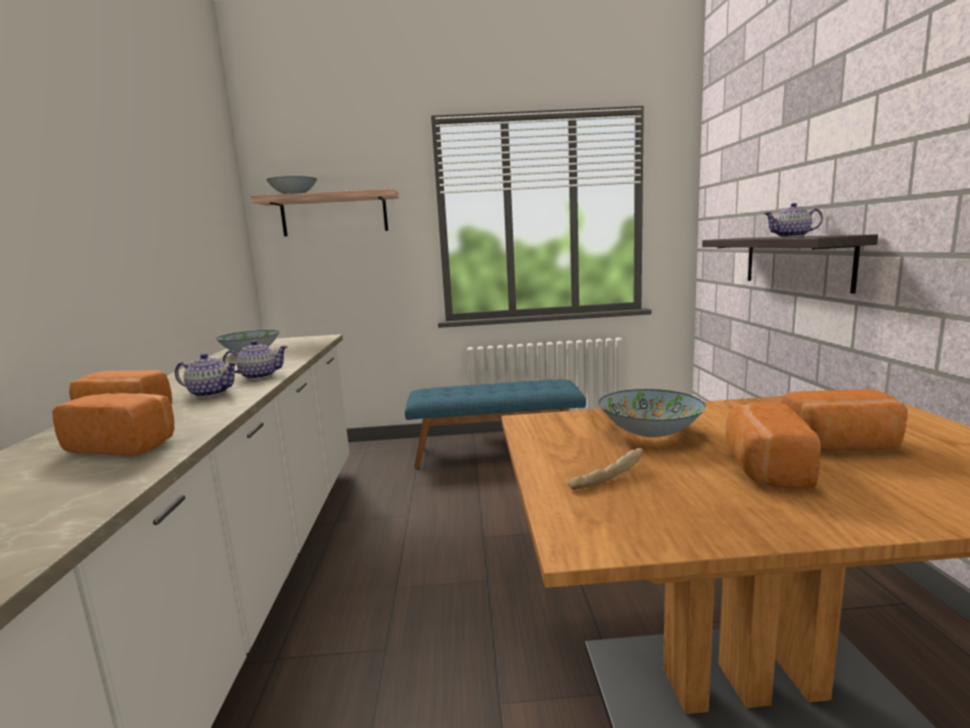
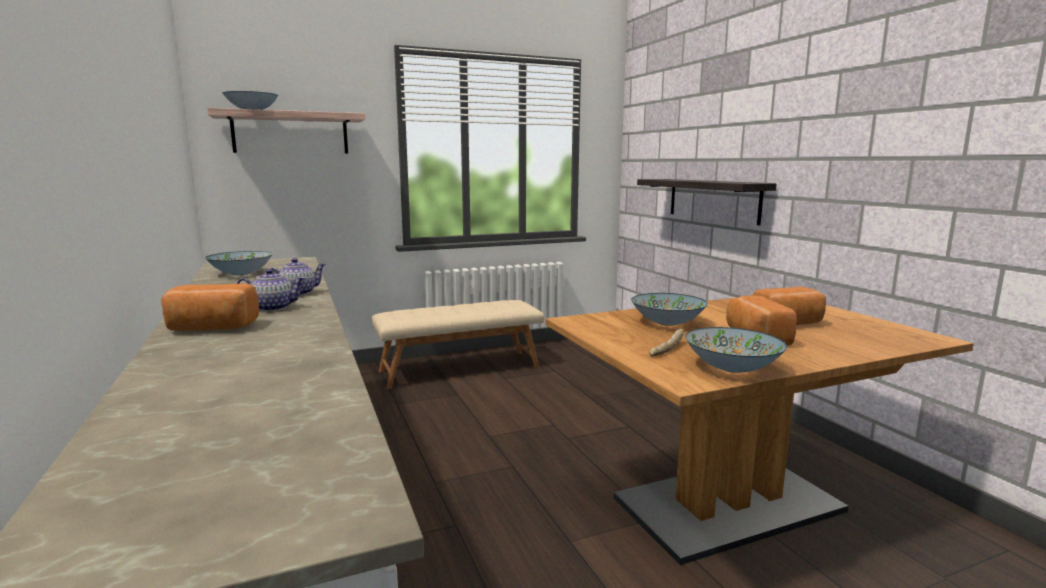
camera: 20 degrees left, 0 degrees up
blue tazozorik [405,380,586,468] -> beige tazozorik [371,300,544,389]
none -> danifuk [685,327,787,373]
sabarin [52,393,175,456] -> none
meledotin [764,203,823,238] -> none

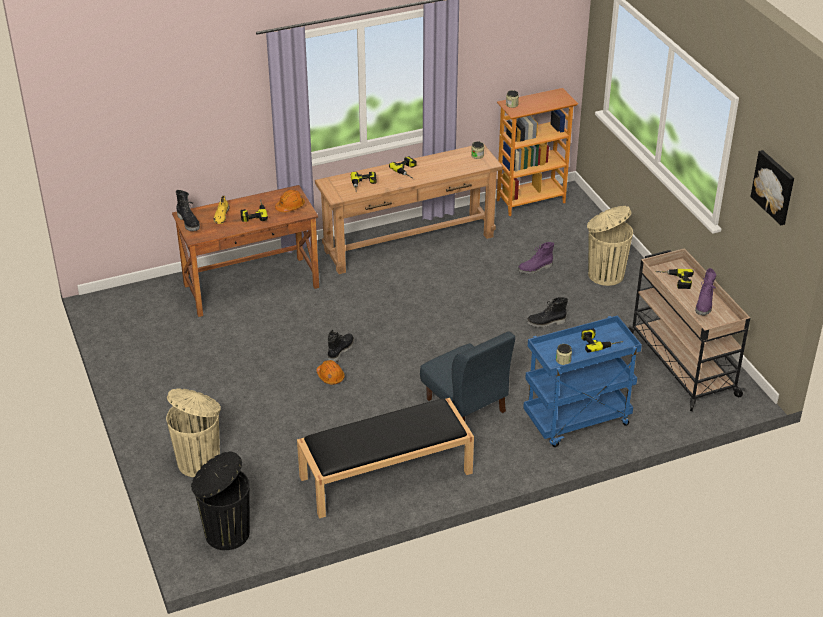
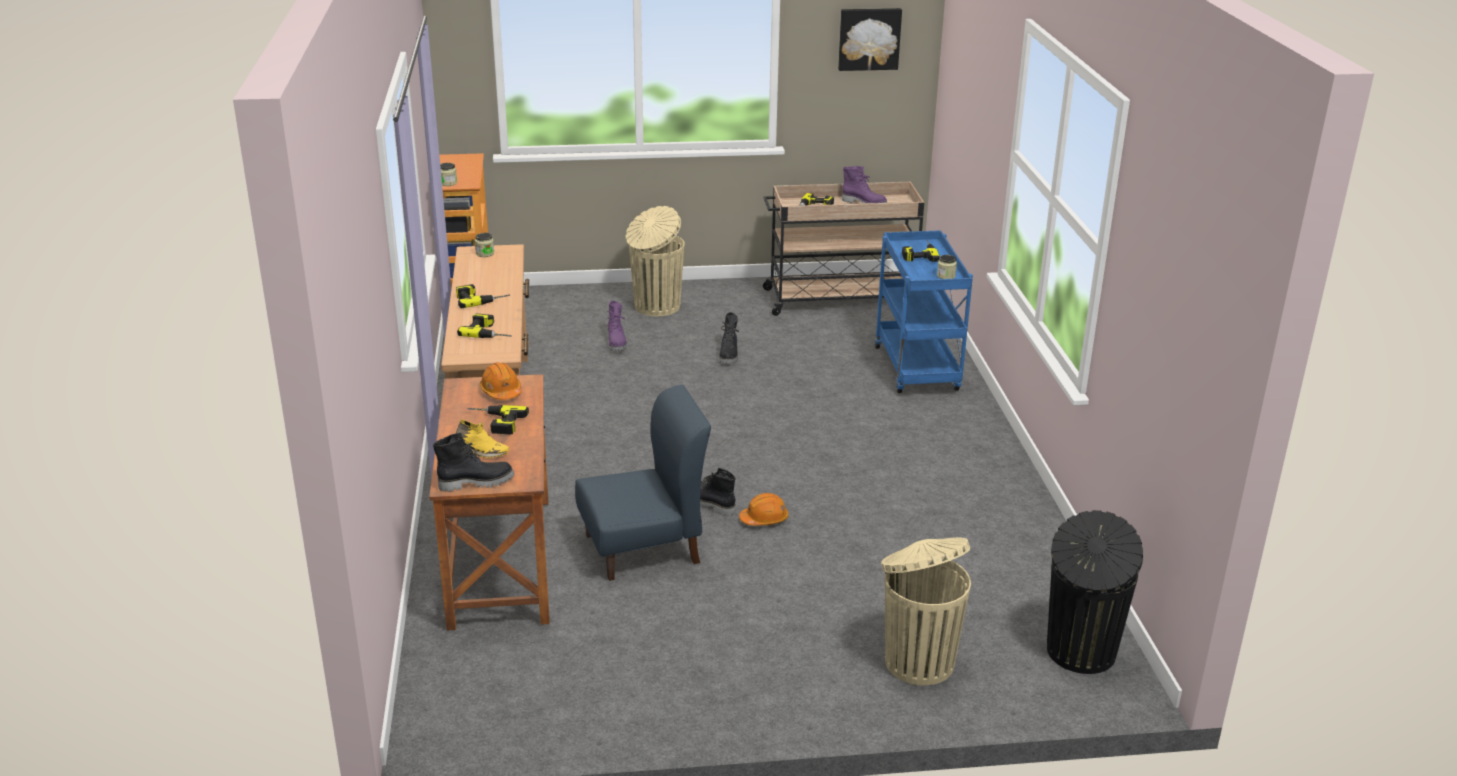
camera: 75 degrees left, 10 degrees down
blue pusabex [420,331,515,421] -> blue pusabex [575,385,711,581], shifted
black tazozorik [297,398,474,518] -> none

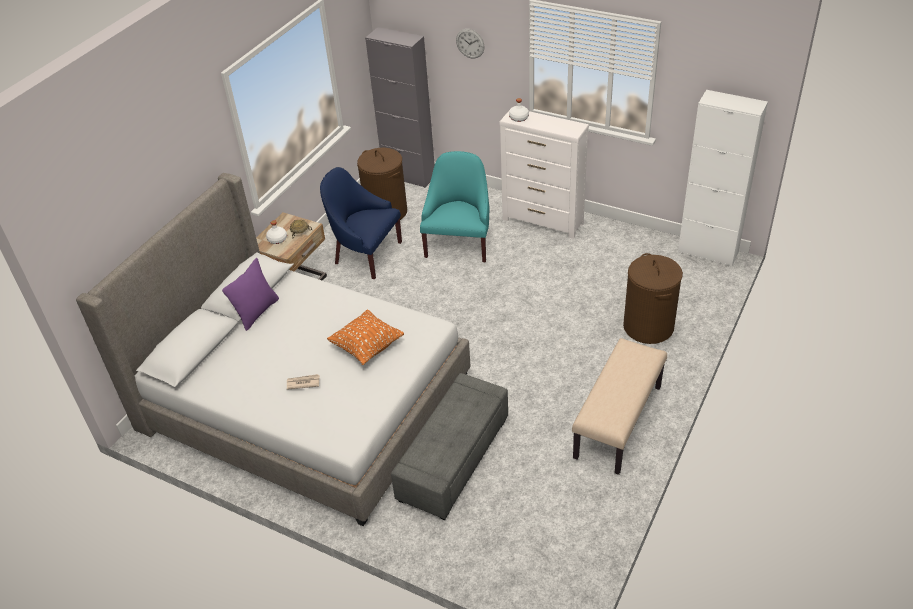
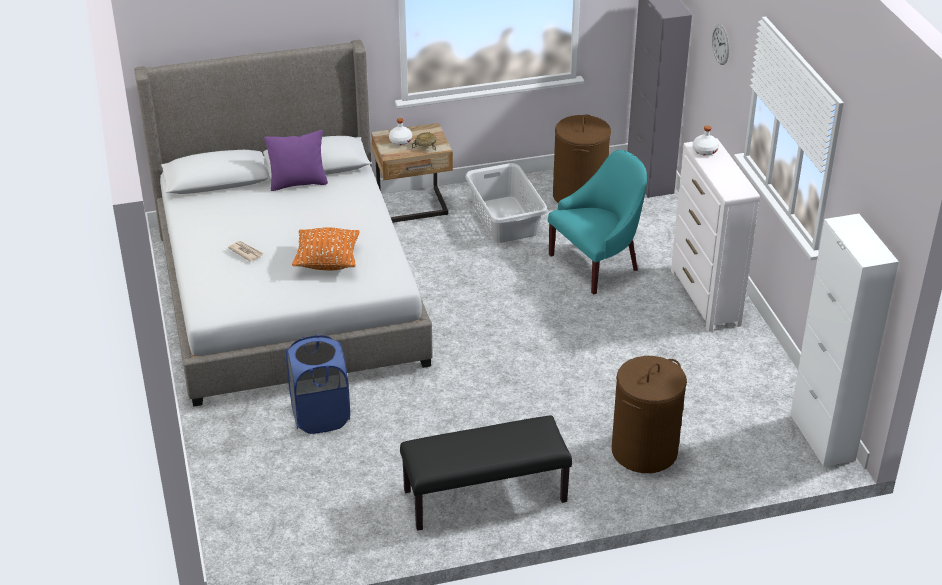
camera: 45 degrees right, 5 degrees down
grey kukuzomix [391,373,508,520] -> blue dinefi [286,335,350,434]
beige tazozorik [572,338,667,475] -> black tazozorik [400,415,572,531]
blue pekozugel [320,167,402,279] -> grey dinefi [465,163,548,243]

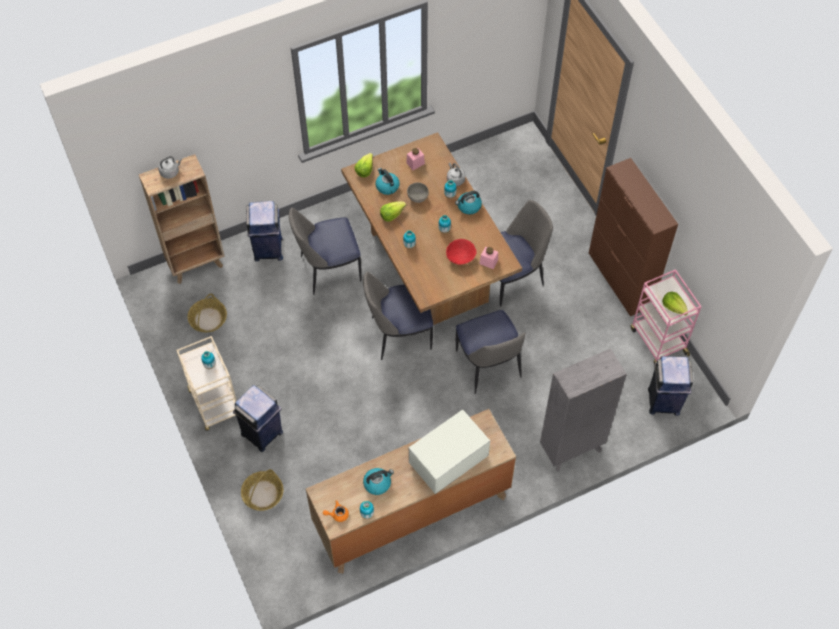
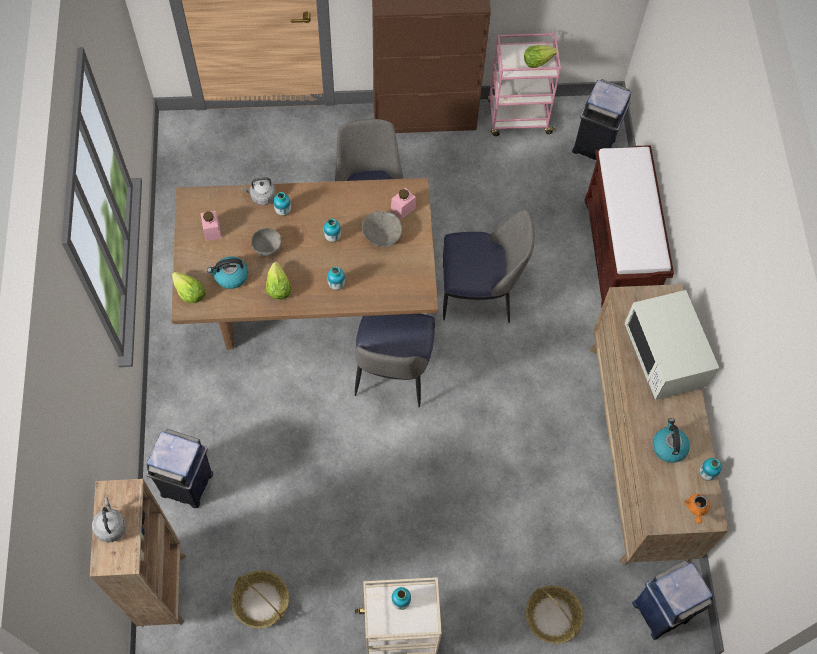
camera: 70 degrees left, 5 degrees up
red danifuk [446,239,477,265] -> grey danifuk [362,211,402,247]
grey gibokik [540,348,627,472] -> brown tazozorik [585,145,674,307]
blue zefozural [233,385,283,452] -> blue zefozural [632,560,713,640], shifted
pusabex [289,207,361,295] -> none
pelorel [455,191,482,214] -> none

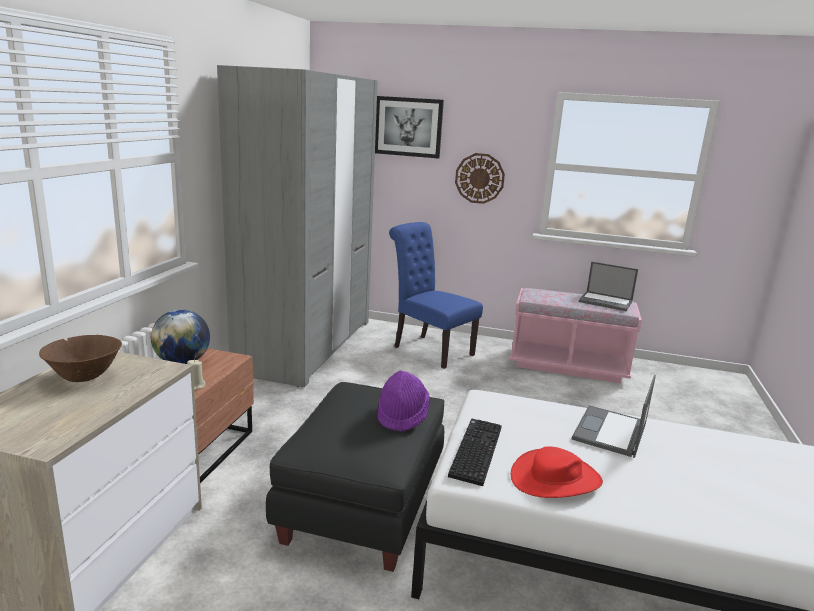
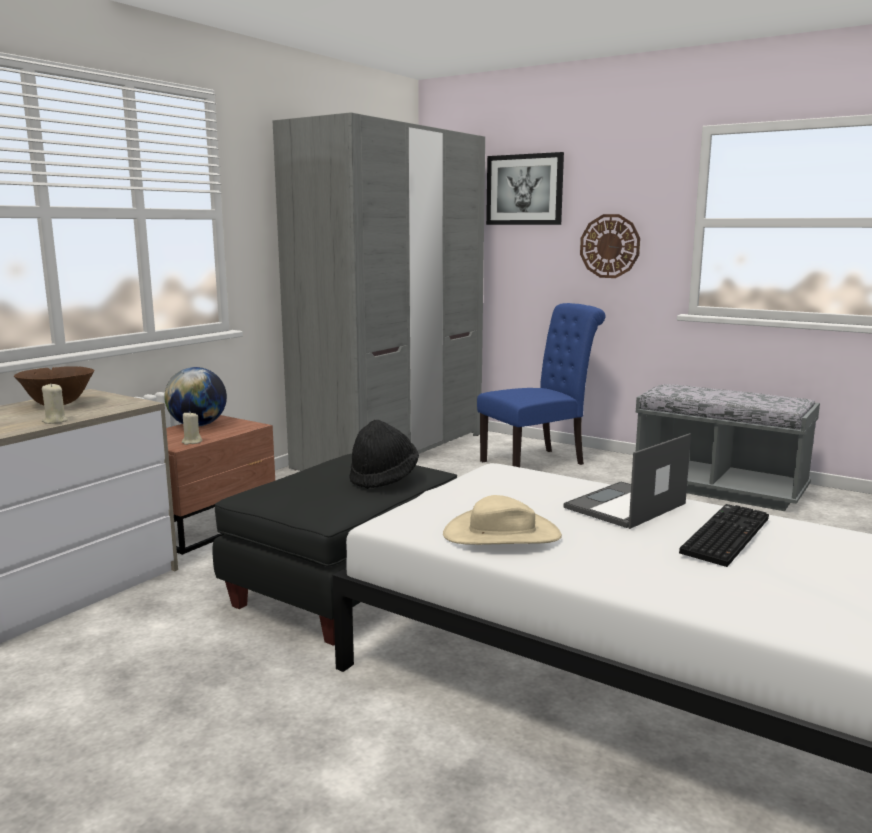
camera: 20 degrees right, 5 degrees down
none -> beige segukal [42,384,68,424]
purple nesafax [378,371,430,432] -> black nesafax [349,420,419,489]
red nesafax [511,446,603,498] -> beige nesafax [443,495,562,545]
blue pusabex [389,222,483,369] -> blue pusabex [477,303,605,467], 90 degrees clockwise
pink tazozorik [510,288,642,383] -> grey tazozorik [636,384,820,511]
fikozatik [448,419,502,486] -> fikozatik [679,504,769,567], shifted
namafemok [579,262,638,311] -> none

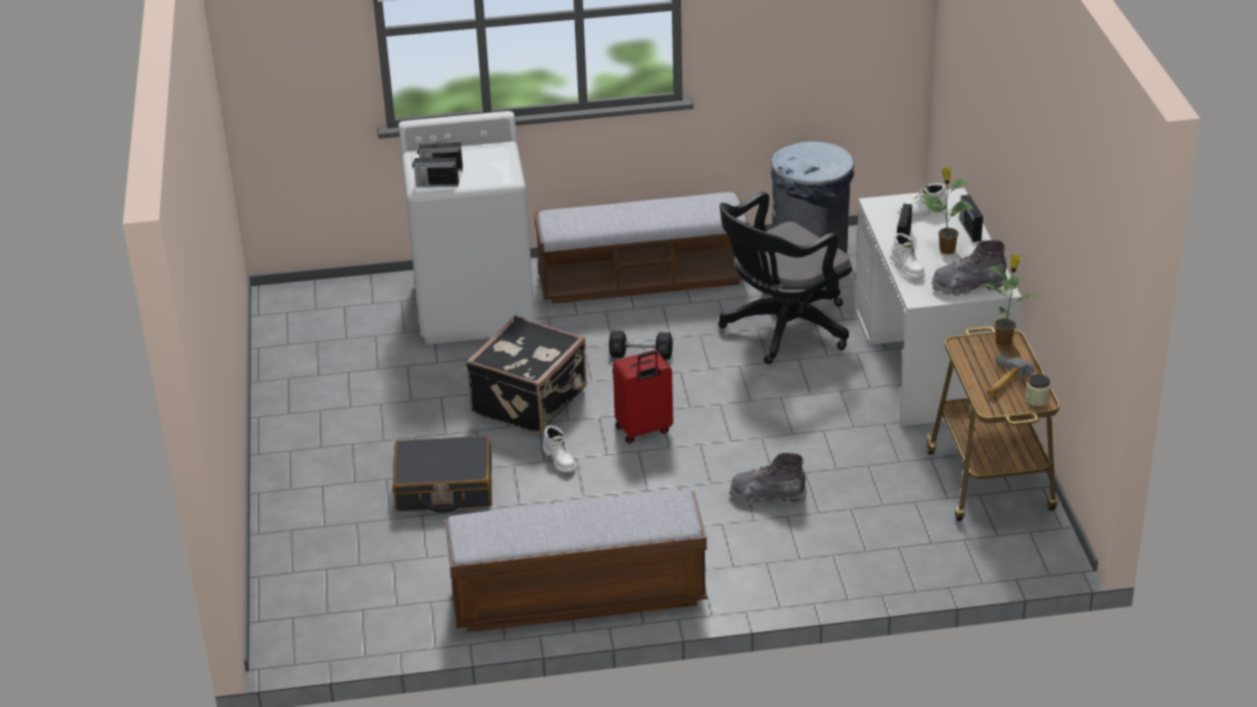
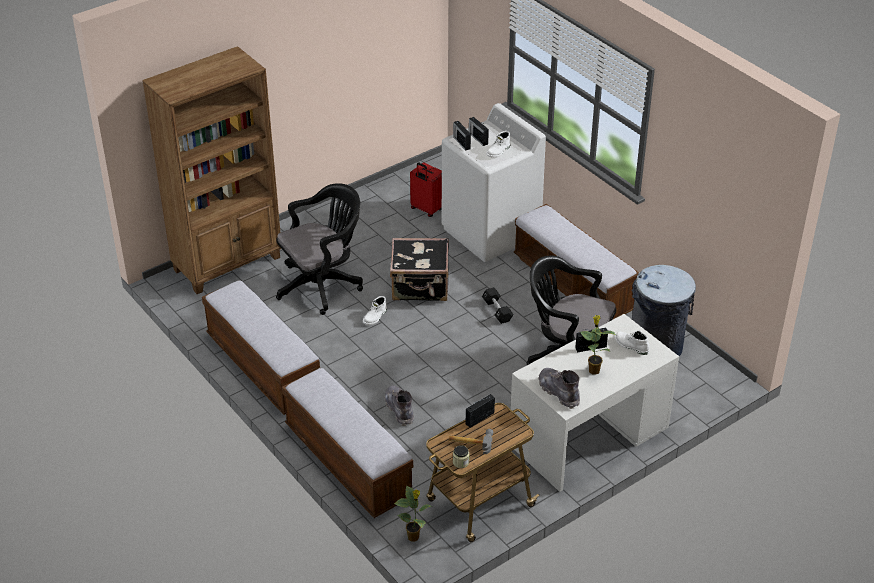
camera: 60 degrees right, 5 degrees up
none -> brown gibokik [142,46,281,294]
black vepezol [393,436,492,513] -> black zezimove [276,183,363,315]
none -> tazozorik [282,368,413,518]
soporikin [980,254,1043,347] -> soporikin [394,485,432,542], shifted
red vepezol [613,350,673,444] -> red vepezol [410,162,442,217], shifted
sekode [959,195,983,242] -> sekode [466,394,495,428], shifted
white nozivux [890,233,925,278] -> white nozivux [486,131,511,158], shifted

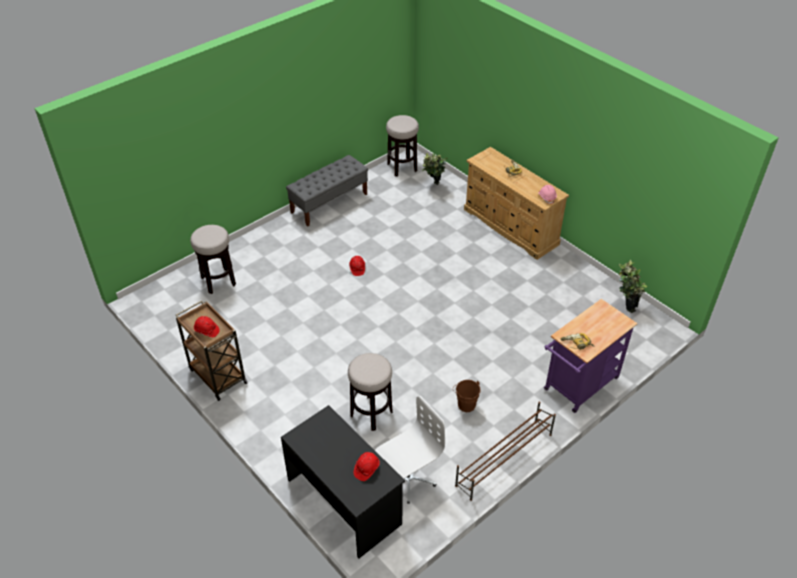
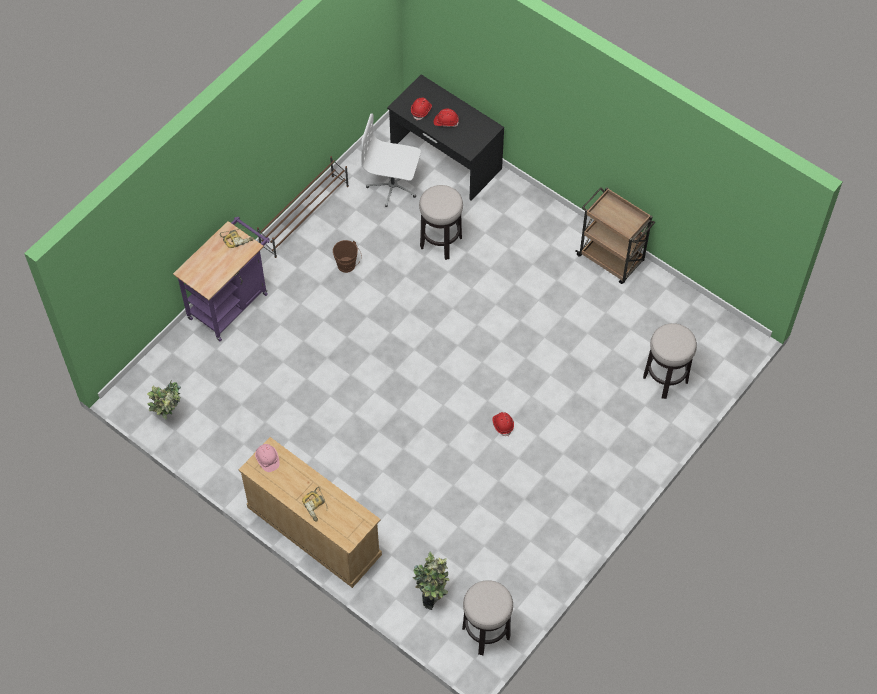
camera: 170 degrees right, 15 degrees up
white zezimove [375,396,445,504] -> white zezimove [361,113,421,207], 60 degrees clockwise
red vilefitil [194,316,220,337] -> red vilefitil [434,108,459,127], shifted
grey tazozorik [286,155,368,226] -> none

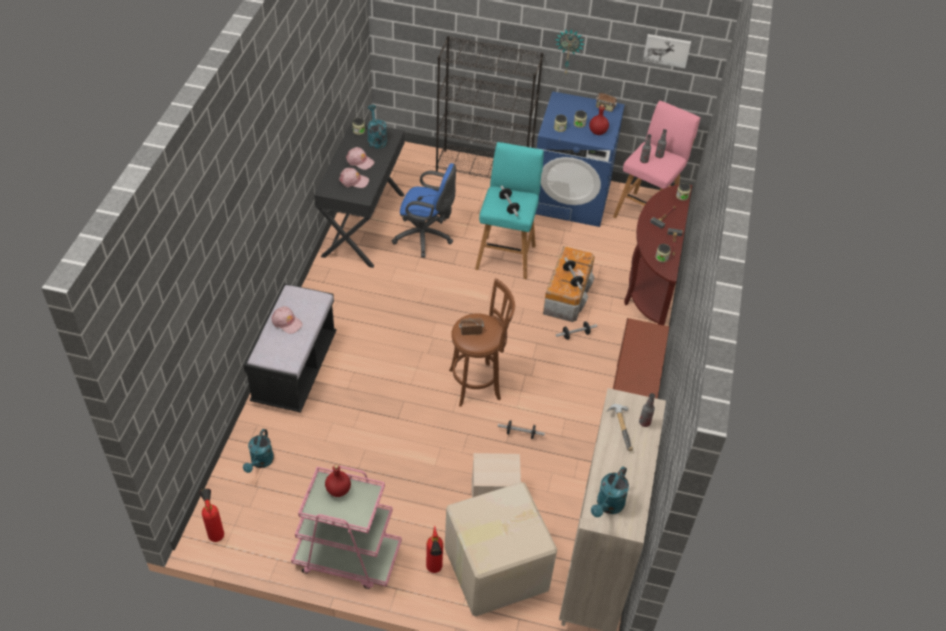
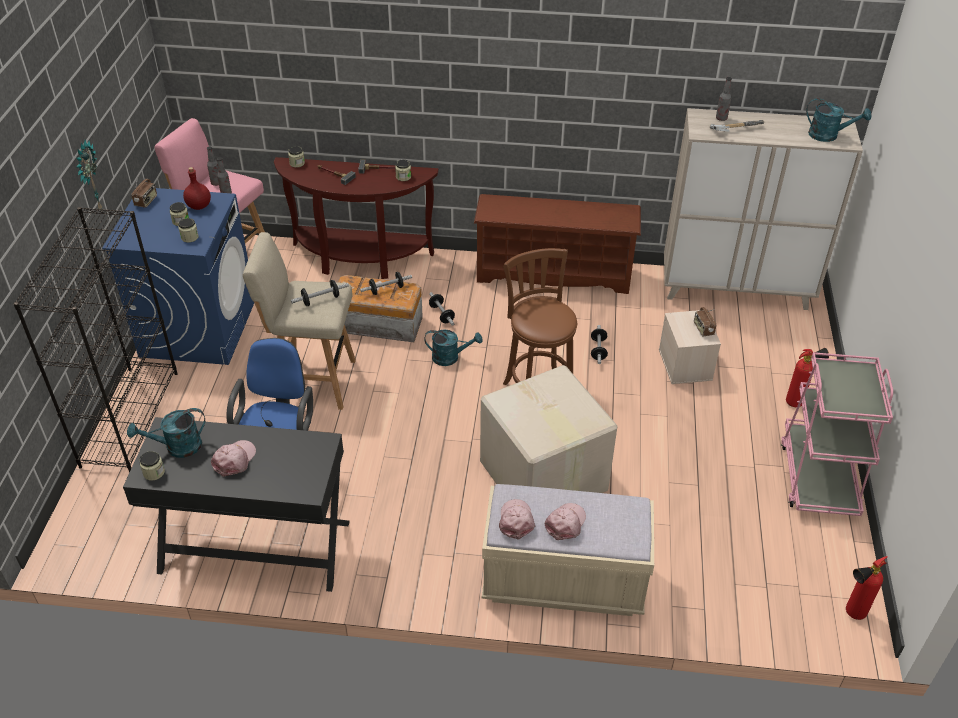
camera: 95 degrees left, 5 degrees down
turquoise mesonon [475,142,544,279] -> beige mesonon [243,232,356,410]
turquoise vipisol [243,429,274,473] -> turquoise vipisol [424,329,482,366], shifted
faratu [445,482,557,616] -> faratu [480,365,618,493], shifted
black tazozorik [243,284,337,413] -> beige tazozorik [482,484,654,616]
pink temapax [339,168,369,188] -> pink temapax [499,499,535,540], shifted
sekode [459,317,484,335] -> sekode [694,307,716,337], shifted
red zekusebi [325,464,351,497] -> none
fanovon [643,34,691,68] -> none

